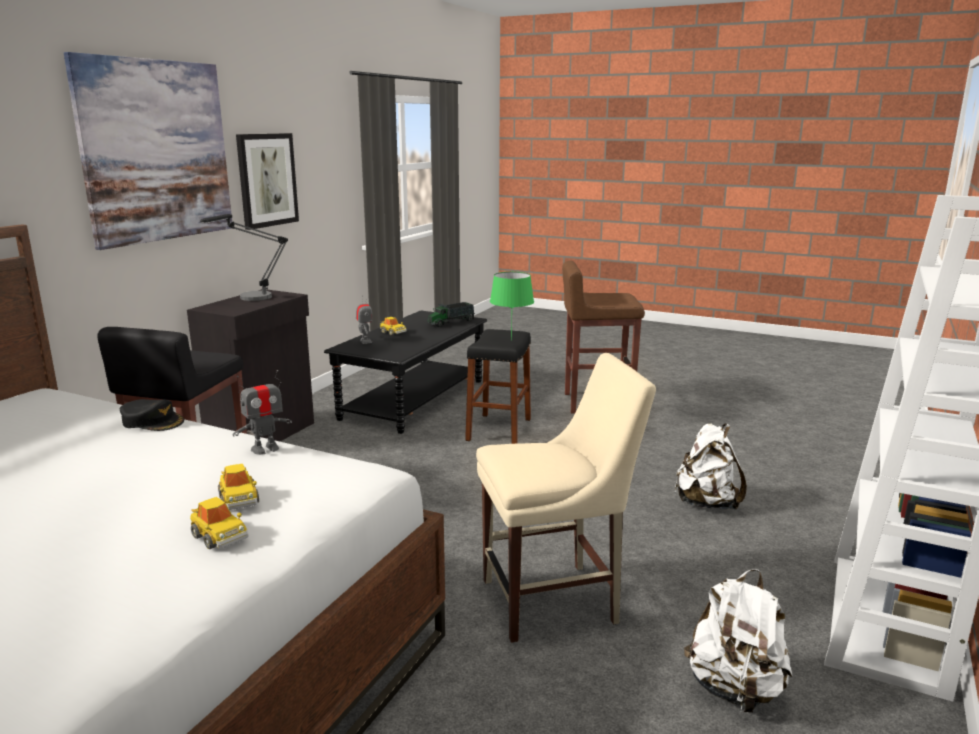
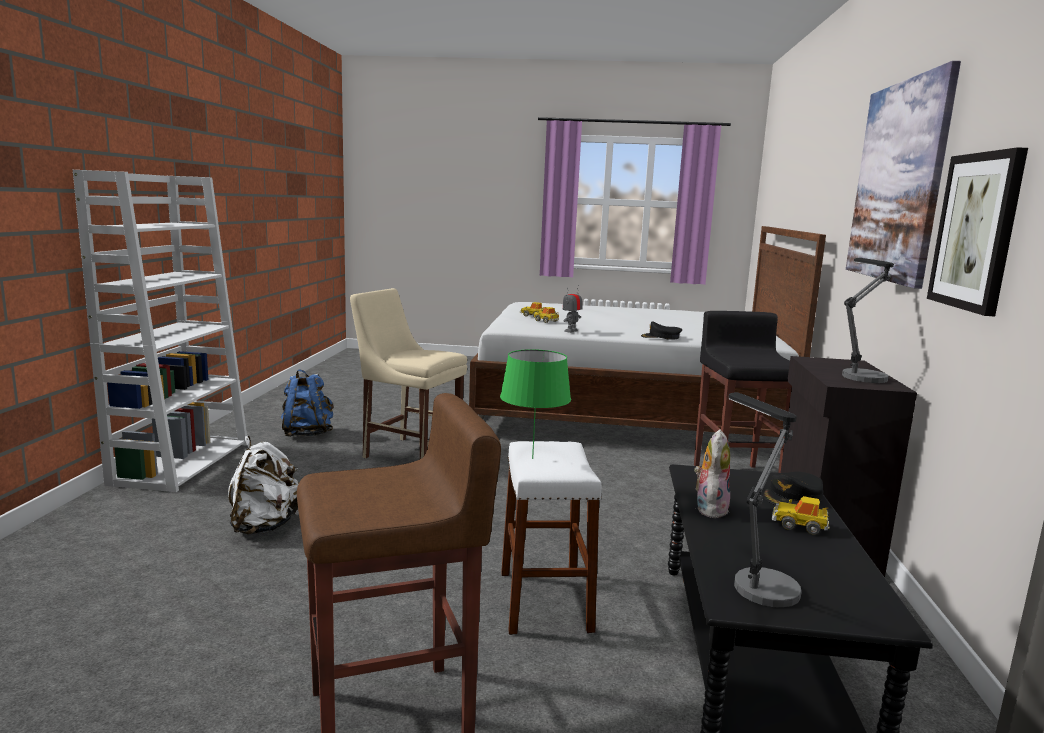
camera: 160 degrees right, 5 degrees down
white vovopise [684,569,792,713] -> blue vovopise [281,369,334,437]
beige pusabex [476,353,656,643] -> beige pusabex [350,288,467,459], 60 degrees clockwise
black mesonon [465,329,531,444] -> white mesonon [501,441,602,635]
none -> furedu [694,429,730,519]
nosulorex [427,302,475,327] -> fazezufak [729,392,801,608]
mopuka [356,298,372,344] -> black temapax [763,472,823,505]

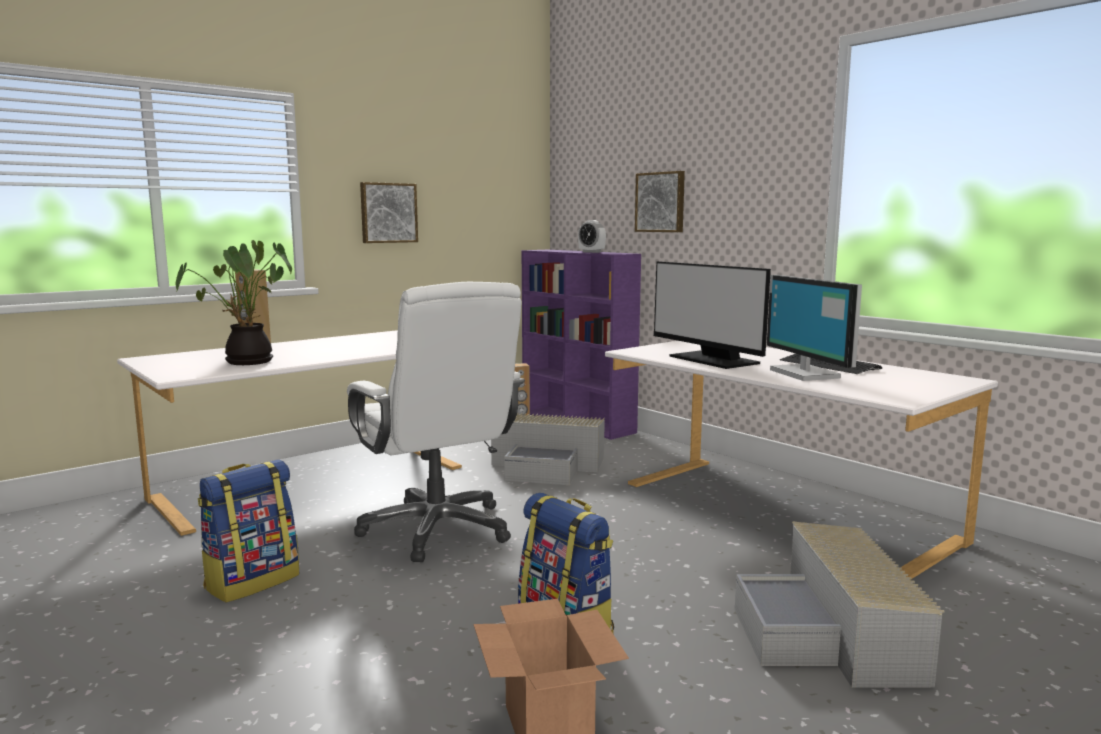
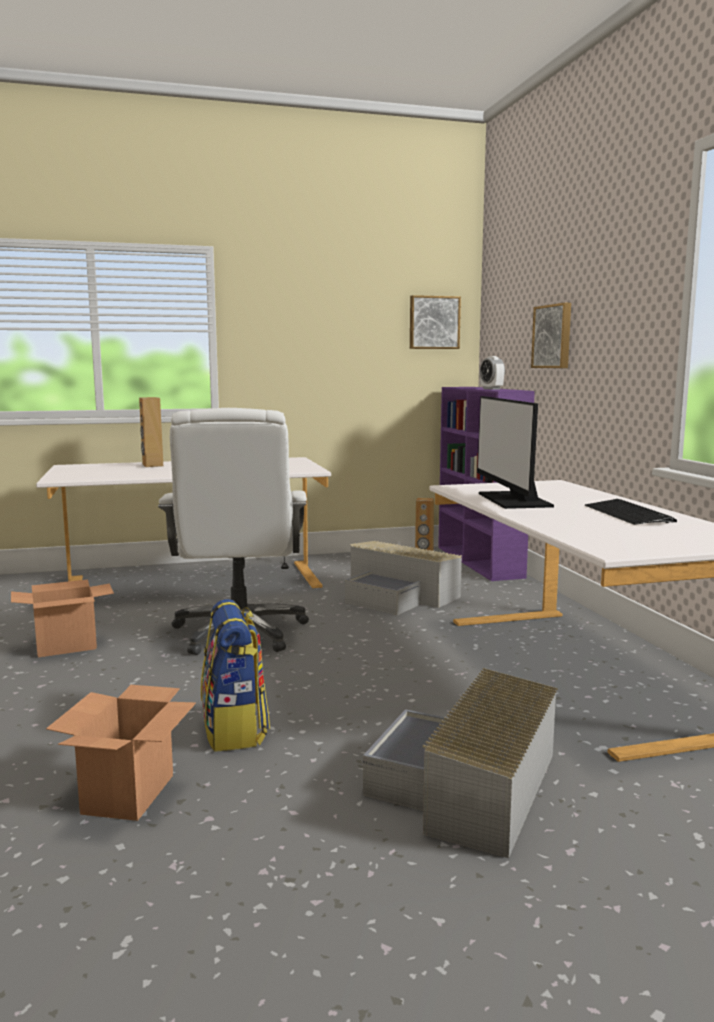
camera: 25 degrees right, 0 degrees up
vovopise [198,460,299,603] -> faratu [11,579,114,657]
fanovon [360,182,418,243] -> fanovon [410,295,461,349], shifted
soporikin [176,240,292,365] -> none
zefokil [767,275,862,381] -> none

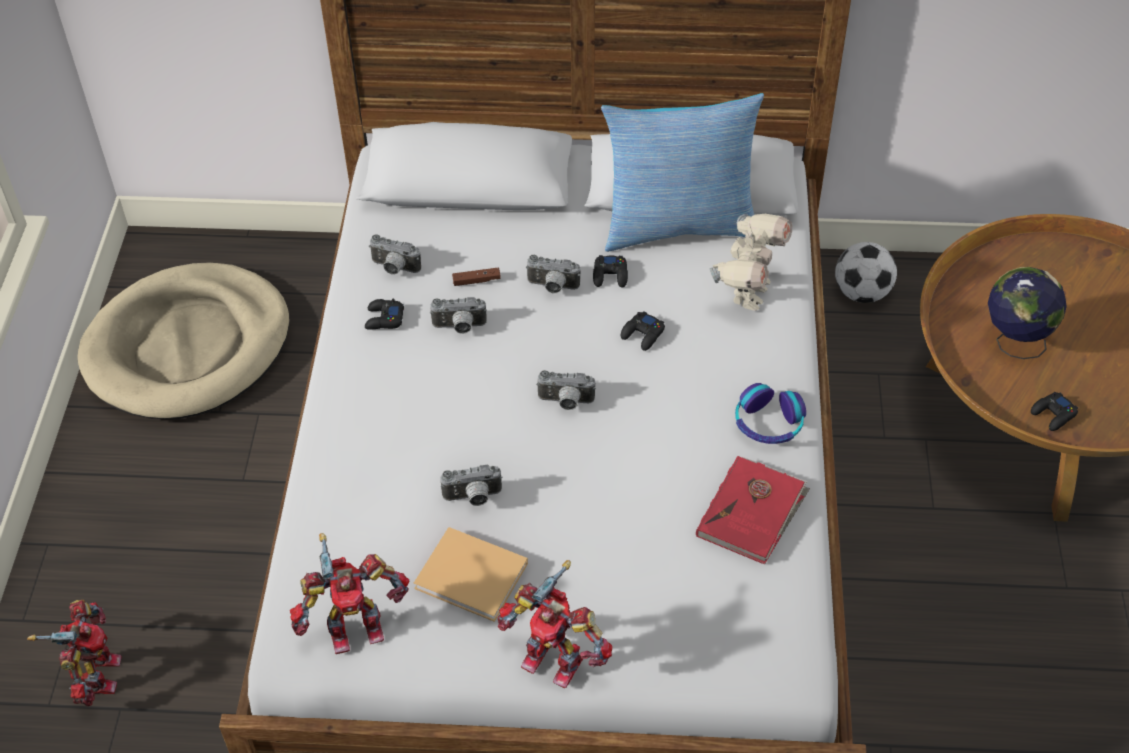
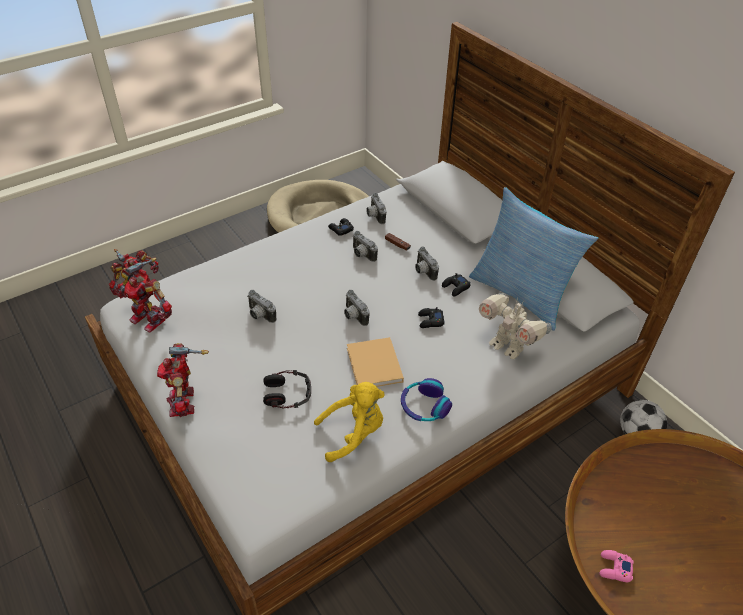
camera: 50 degrees right, 5 degrees down
none -> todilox [263,370,311,408]
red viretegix [696,456,810,565] -> yellow furedu [314,382,385,462]
beige viretegix [414,527,528,622] -> beige viretegix [347,337,404,387], shifted
mopuka [709,214,792,311] -> mopuka [479,293,552,359], 60 degrees clockwise
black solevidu [1031,392,1078,431] -> pink solevidu [599,550,634,582]
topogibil [988,267,1067,359] -> none

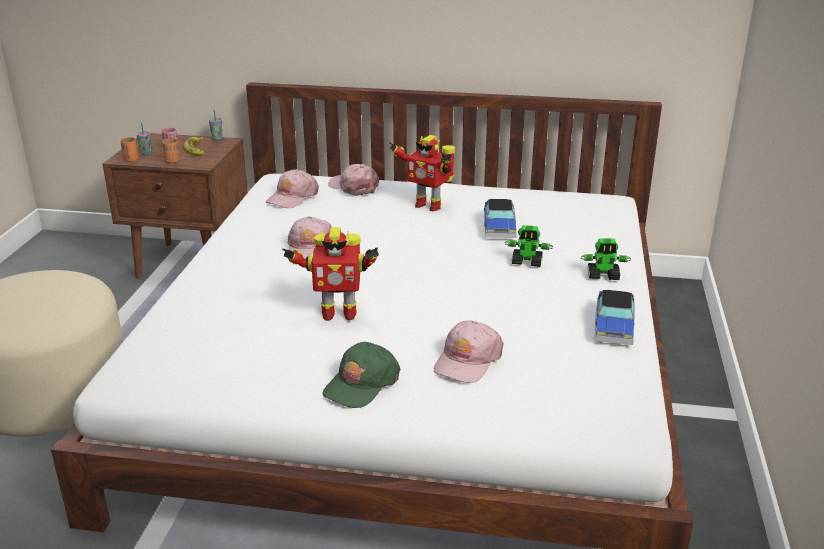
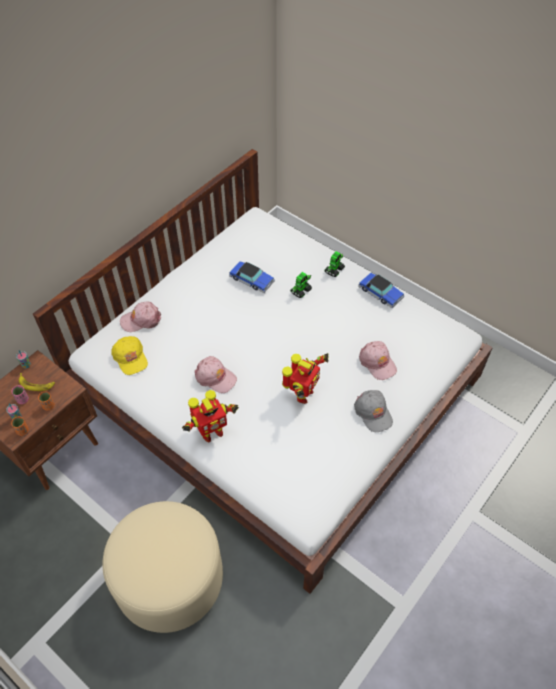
camera: 60 degrees left, 25 degrees up
pink temapax [266,169,319,208] -> yellow temapax [111,336,148,375]
mopuka [390,135,455,211] -> mopuka [182,390,239,442], shifted
green temapax [322,342,400,408] -> grey temapax [354,390,393,432]

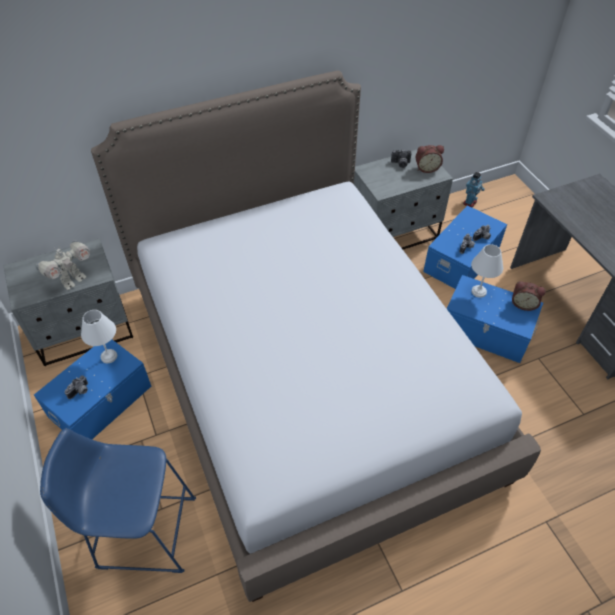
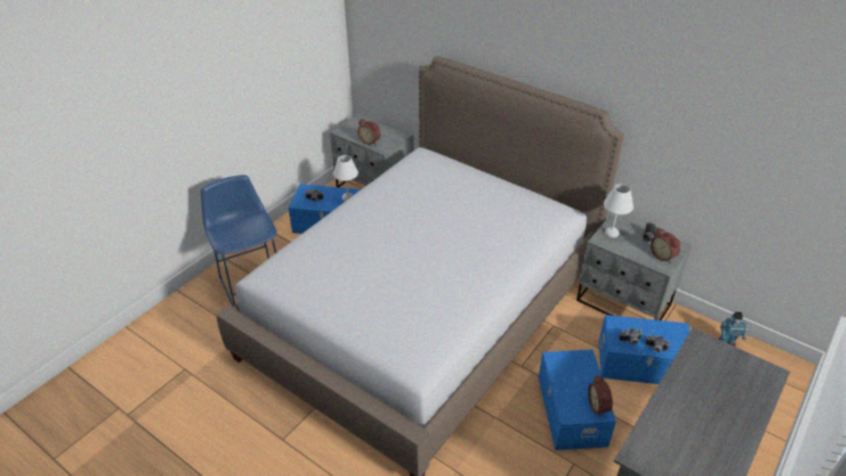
camera: 60 degrees right, 10 degrees down
mopuka [35,241,90,290] -> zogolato [358,119,381,145]
white fazezufak [471,244,503,298] -> white fazezufak [603,184,634,238], shifted

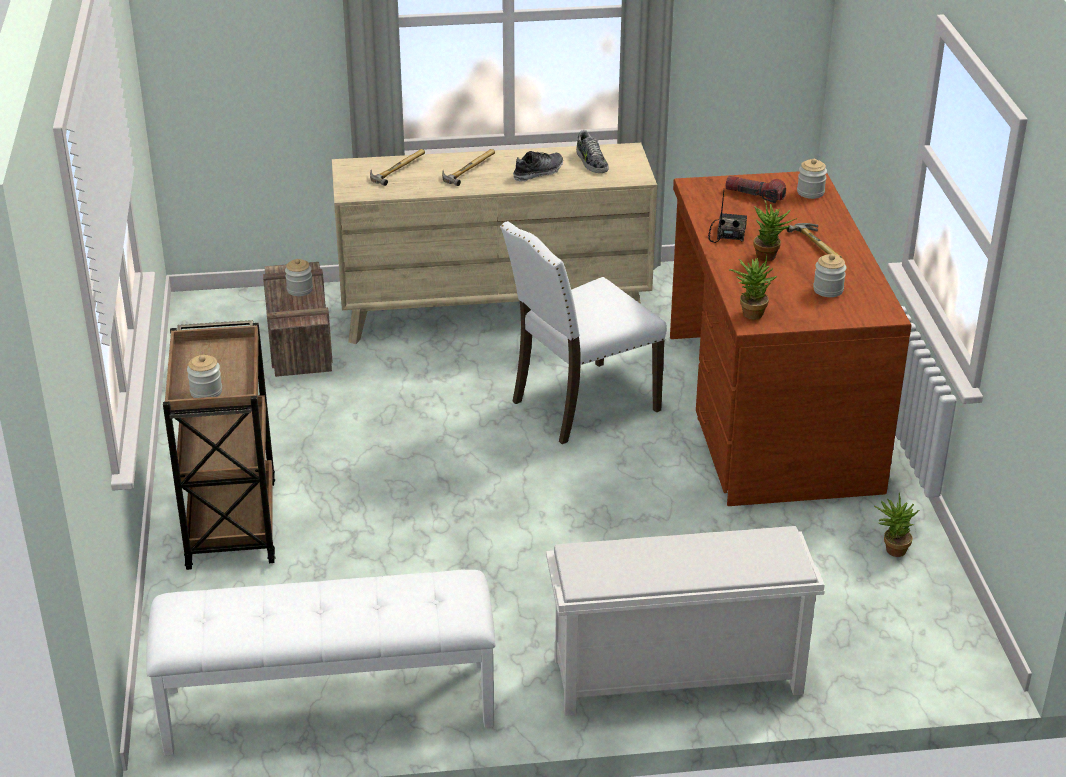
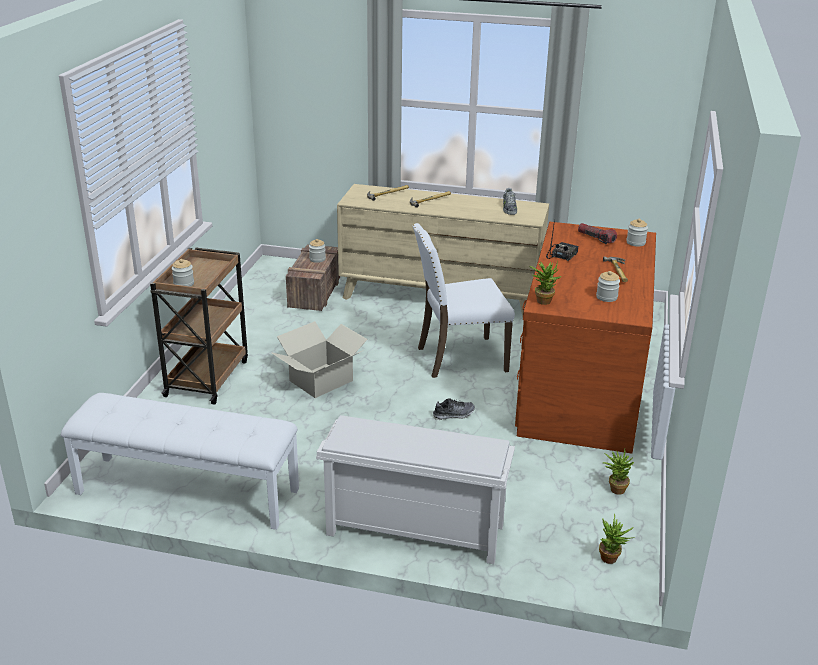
camera: 20 degrees right, 5 degrees down
none -> faratu [272,321,368,398]
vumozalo [513,151,563,182] -> vumozalo [433,398,475,420], shifted
soporikin [754,200,797,261] -> soporikin [599,514,634,564], shifted

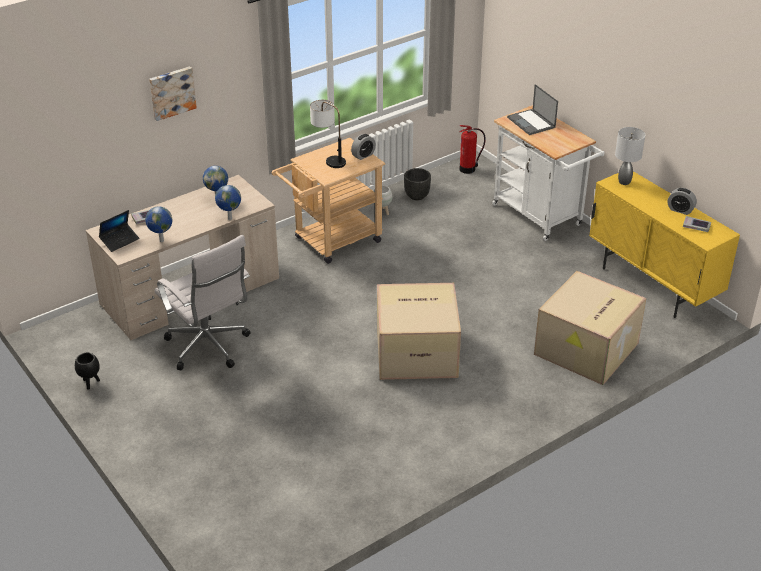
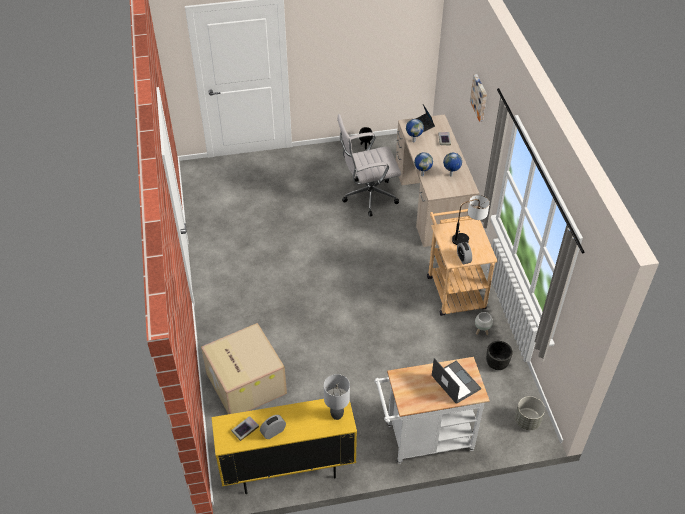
camera: 115 degrees right, 10 degrees up
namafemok [507,84,558,135] -> namafemok [432,358,481,404], 60 degrees clockwise
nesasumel [459,125,486,174] -> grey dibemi [515,396,545,430]
faratu [377,283,461,380] -> none

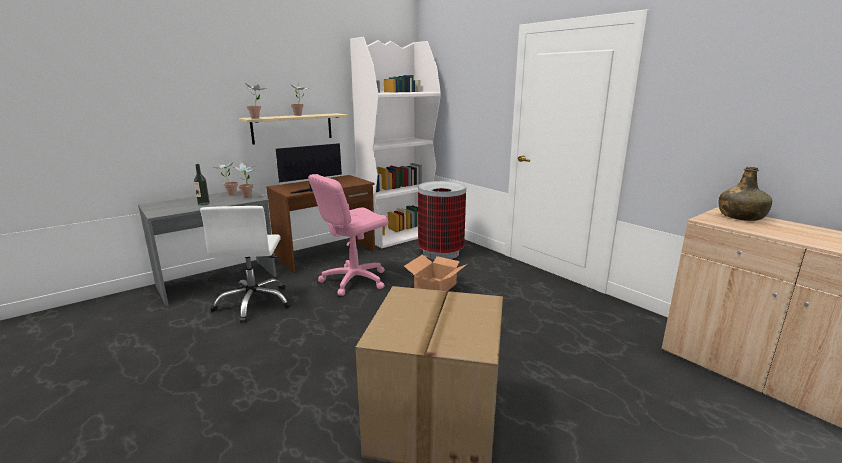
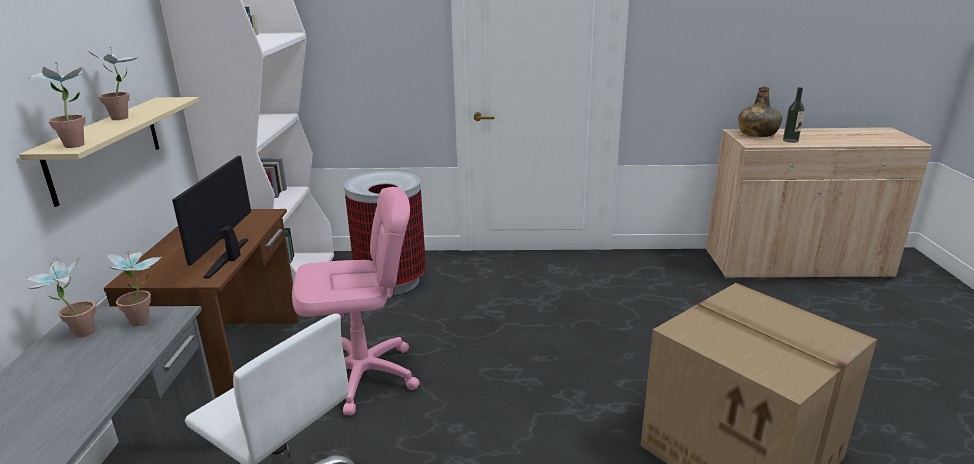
camera: 50 degrees left, 5 degrees up
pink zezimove [308,174,388,296] -> pink zezimove [292,187,420,415], 105 degrees counterclockwise
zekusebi [194,164,210,206] -> zekusebi [783,87,804,143], shifted
faratu [404,254,467,291] -> none

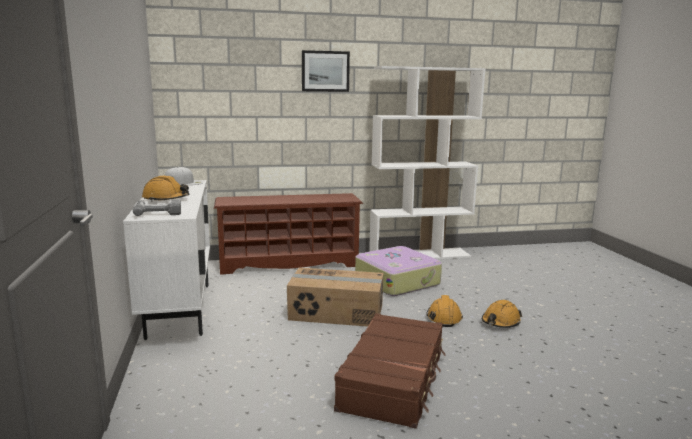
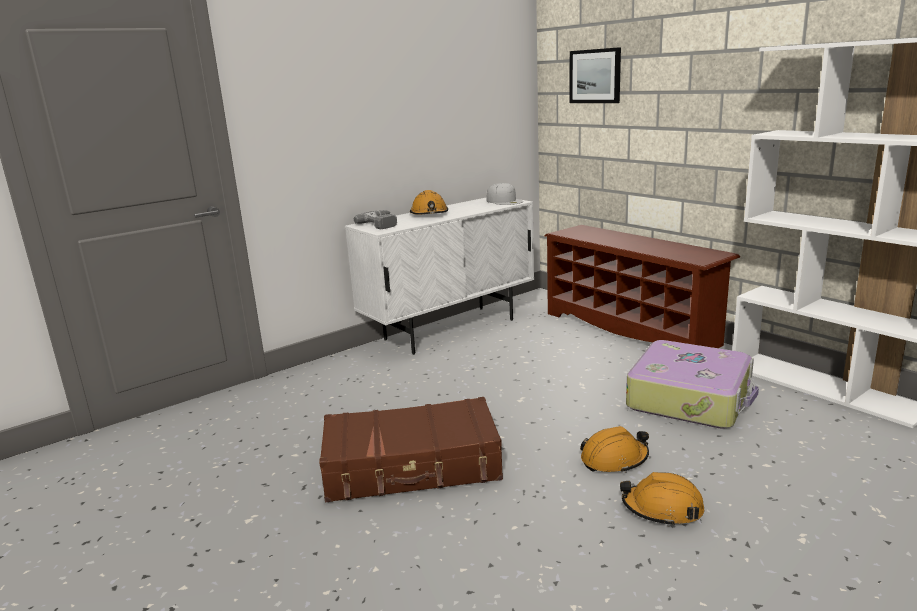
camera: 65 degrees right, 5 degrees up
fanovon [302,50,350,92] -> fanovon [570,47,621,103], shifted
faratu [287,268,384,327] -> none

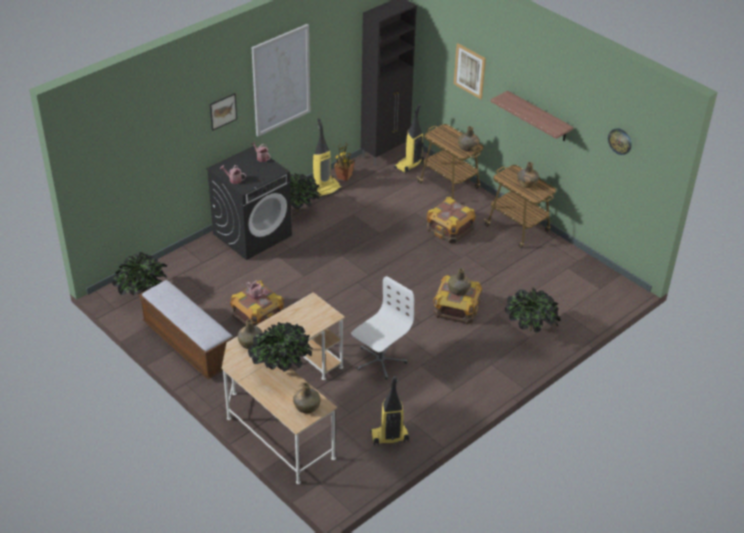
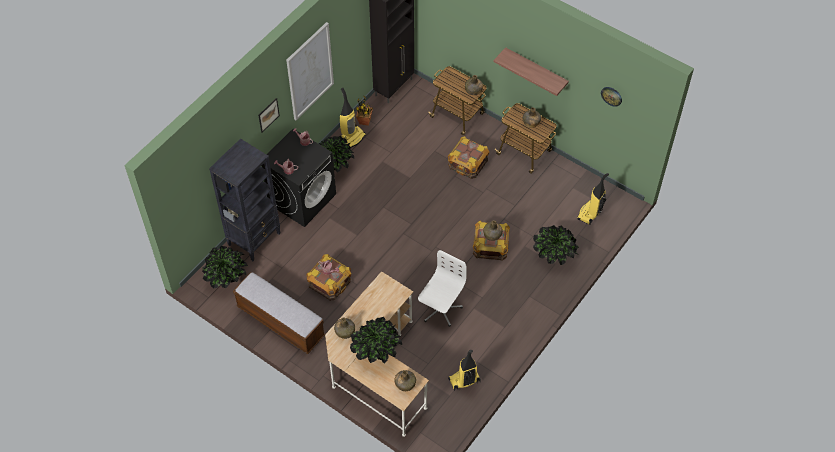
camera: 10 degrees left, 15 degrees up
none -> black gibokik [209,138,280,261]
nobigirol [394,103,424,173] -> nobigirol [577,173,609,225], shifted
fanovon [454,43,486,99] -> none

